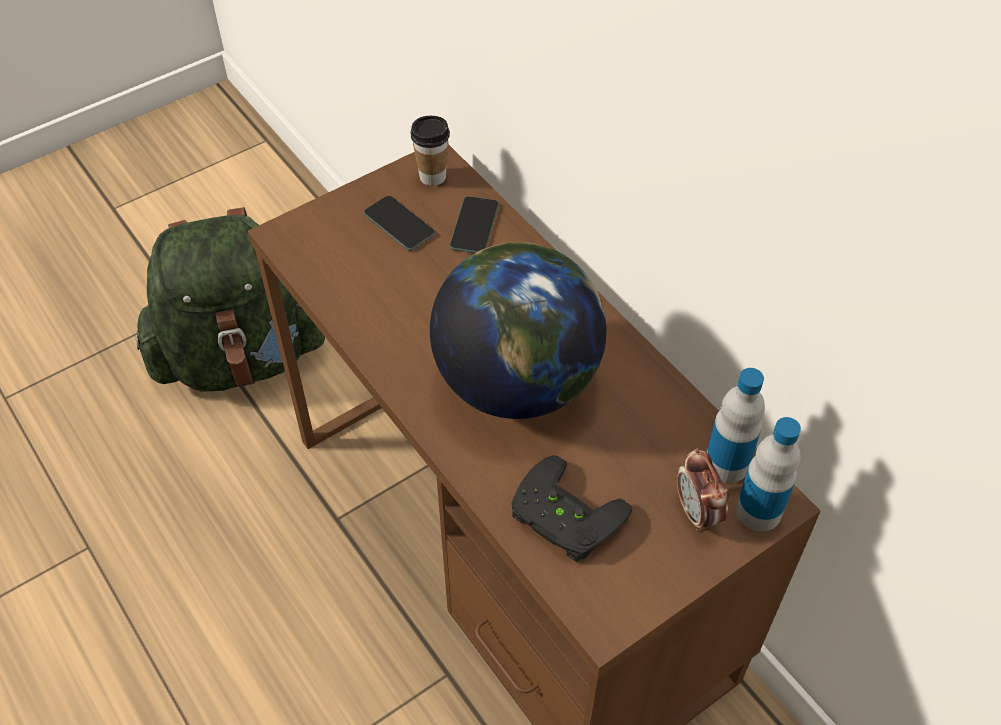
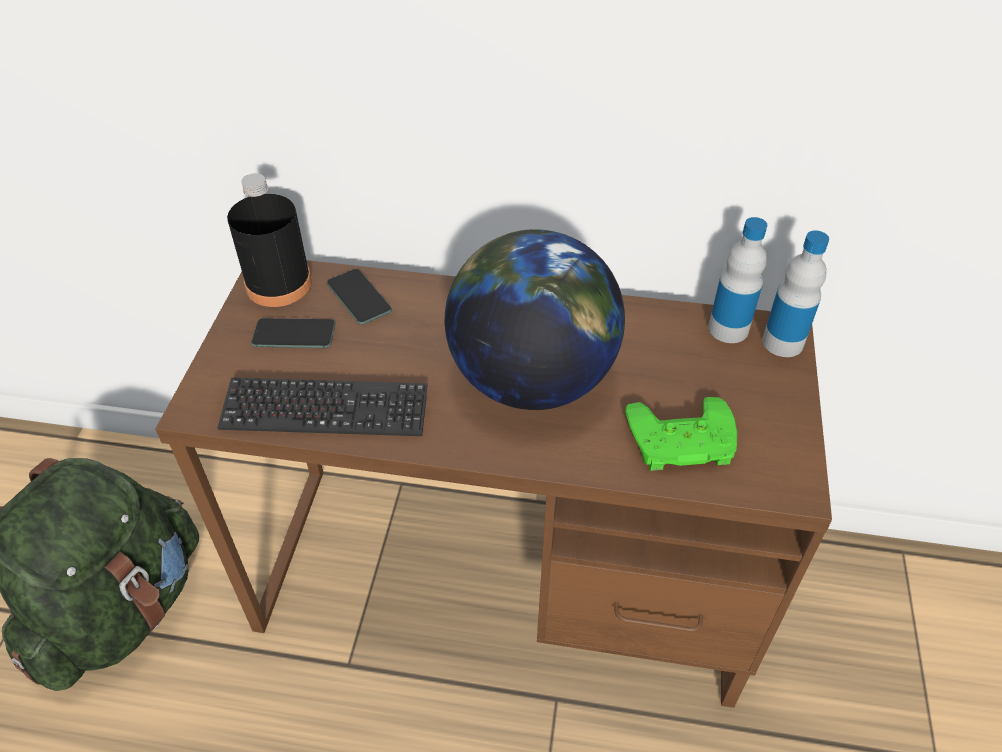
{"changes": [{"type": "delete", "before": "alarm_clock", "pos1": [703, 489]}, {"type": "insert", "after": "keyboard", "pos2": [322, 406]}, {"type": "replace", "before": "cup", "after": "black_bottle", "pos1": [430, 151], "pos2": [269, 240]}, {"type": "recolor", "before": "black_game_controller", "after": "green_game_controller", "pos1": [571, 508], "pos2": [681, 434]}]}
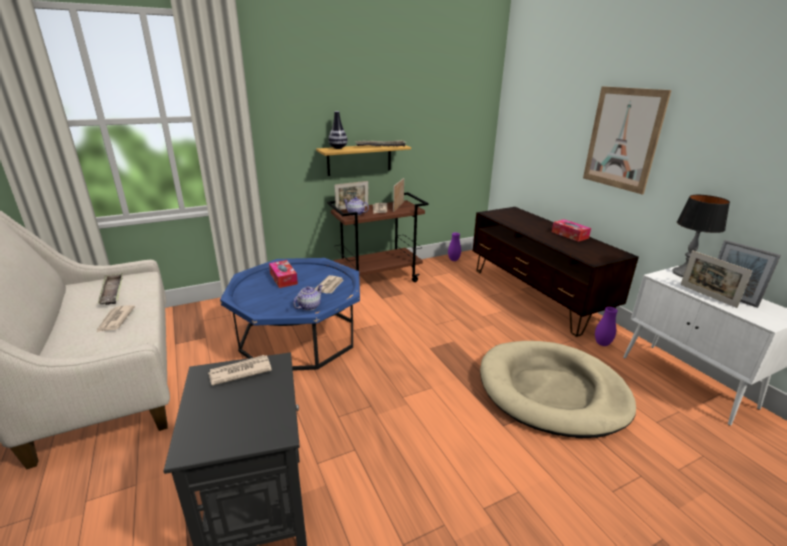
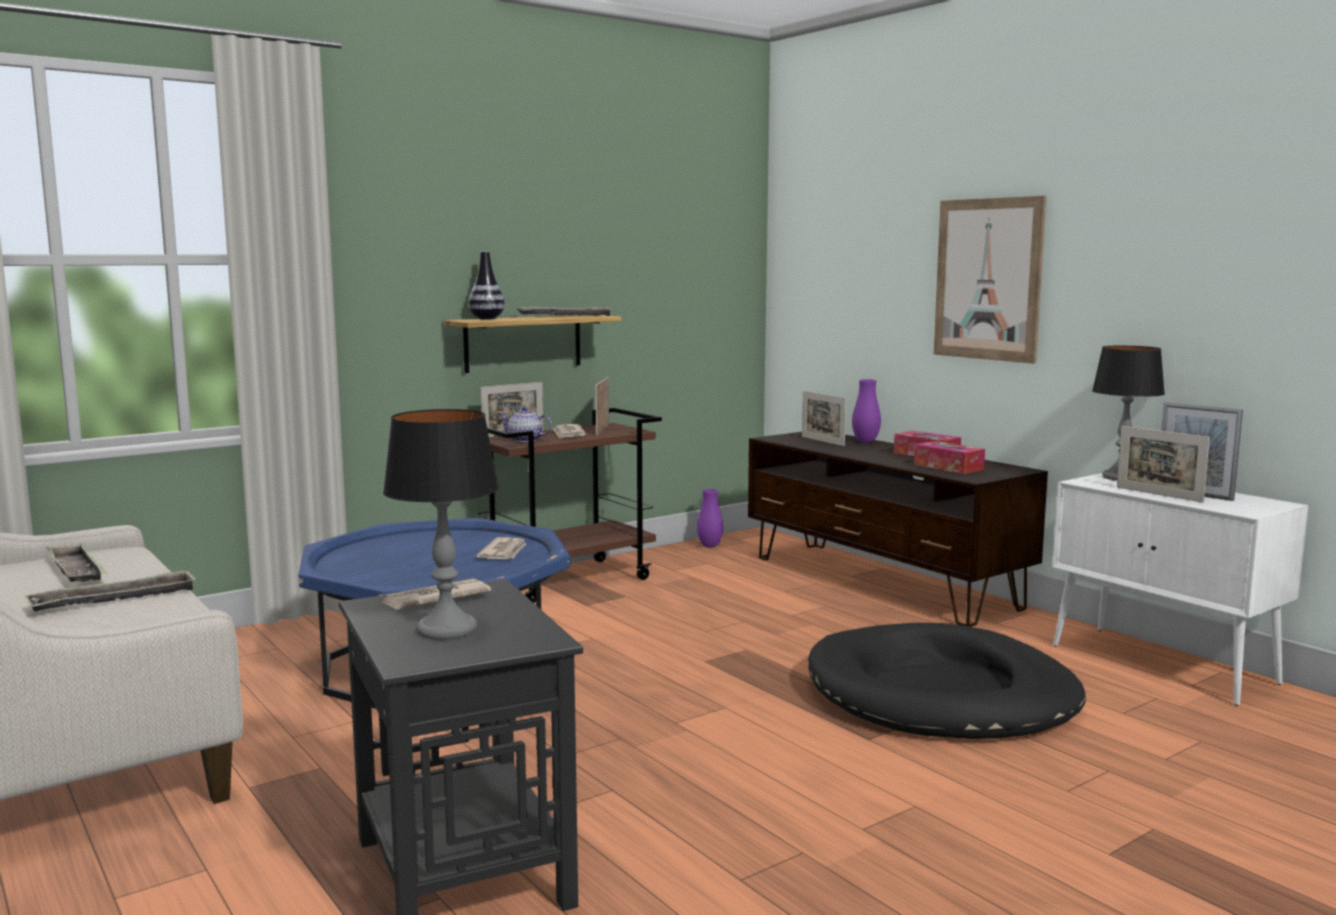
{"changes": [{"type": "delete", "before": "teapot", "pos1": [308, 298]}, {"type": "insert", "after": "table_lamp", "pos2": [441, 524]}, {"type": "insert", "after": "picture_frame", "pos2": [824, 418]}, {"type": "move", "before": "tissue_box", "pos1": [283, 274], "pos2": [949, 457]}, {"type": "move", "before": "purple_vase", "pos1": [606, 326], "pos2": [866, 411]}, {"type": "replace", "before": "newspaper", "after": "tray", "pos1": [115, 319], "pos2": [111, 590]}, {"type": "recolor", "before": "beige_dog_bed", "after": "black_dog_bed", "pos1": [558, 389], "pos2": [947, 681]}]}
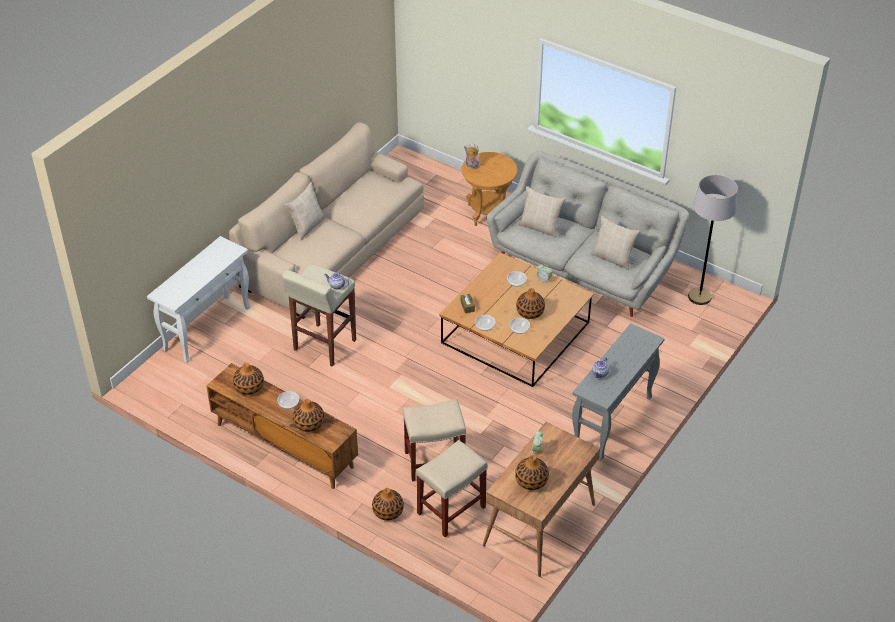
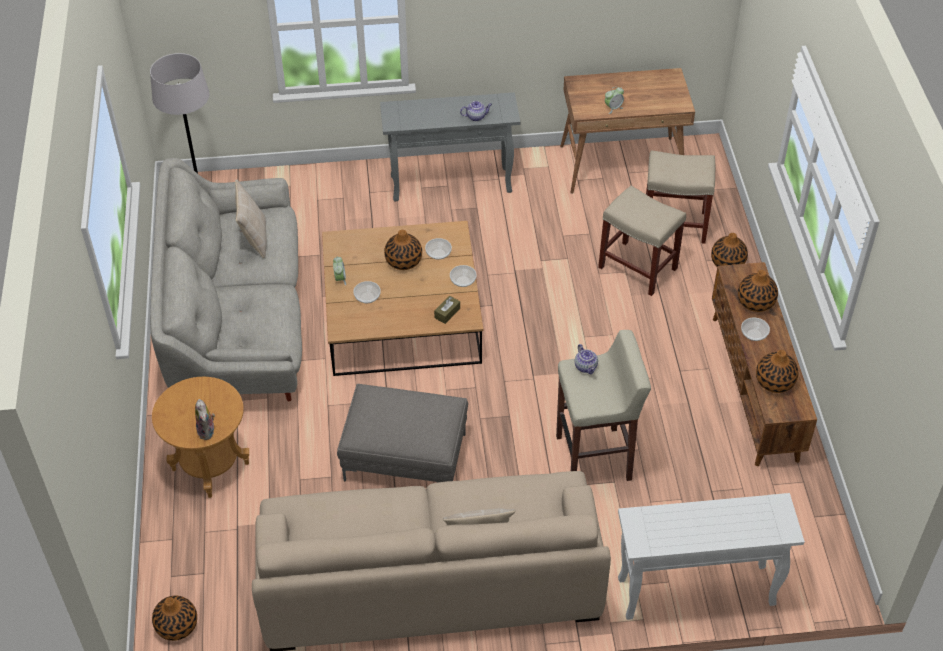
{"changes": [{"type": "delete", "before": "beige_pillow", "pos1": [541, 212]}, {"type": "insert", "after": "grey_ottoman", "pos2": [402, 433]}, {"type": "move", "before": "vase", "pos1": [532, 472], "pos2": [174, 618]}]}
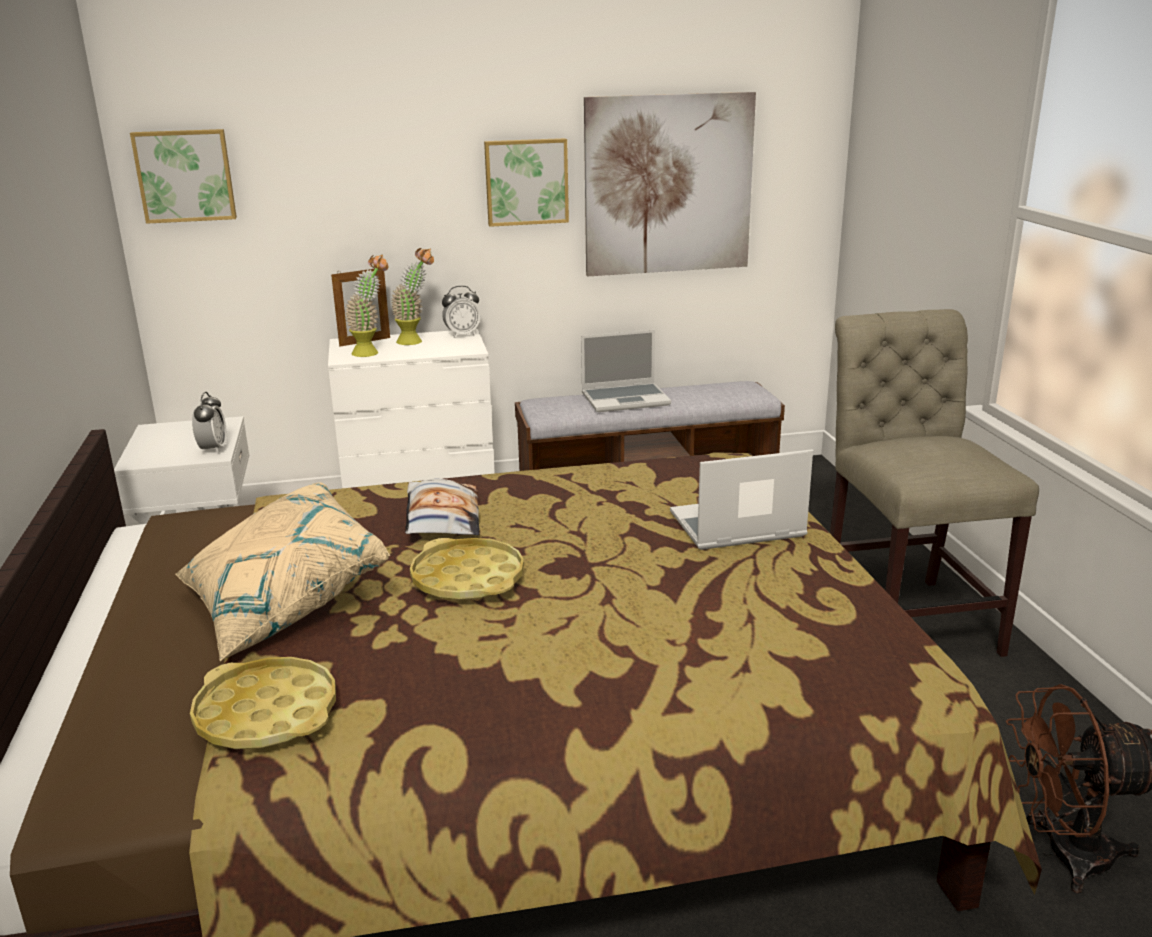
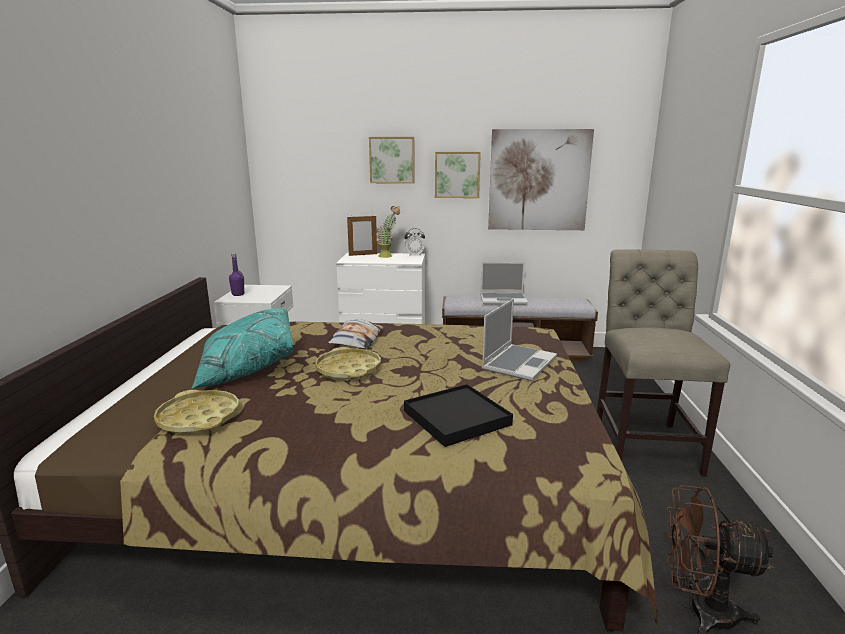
{"changes": [{"type": "delete", "before": "alarm_clock", "pos1": [209, 423]}, {"type": "delete", "before": "potted_plant", "pos1": [366, 306]}, {"type": "insert", "after": "purple_bottle", "pos2": [236, 274]}, {"type": "insert", "after": "black_tray", "pos2": [458, 415]}, {"type": "move", "before": "picture", "pos1": [183, 176], "pos2": [392, 160]}, {"type": "recolor", "before": "beige_pillow", "after": "turquoise_pillow", "pos1": [282, 571], "pos2": [242, 348]}, {"type": "rotate", "before": "laptop", "pos1": [741, 499], "pos2": [519, 340], "turn": 120}]}
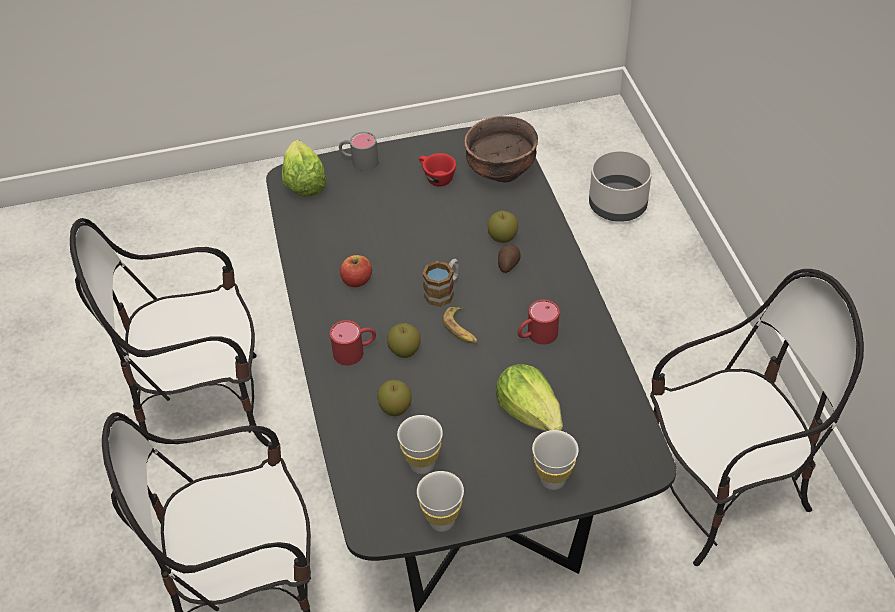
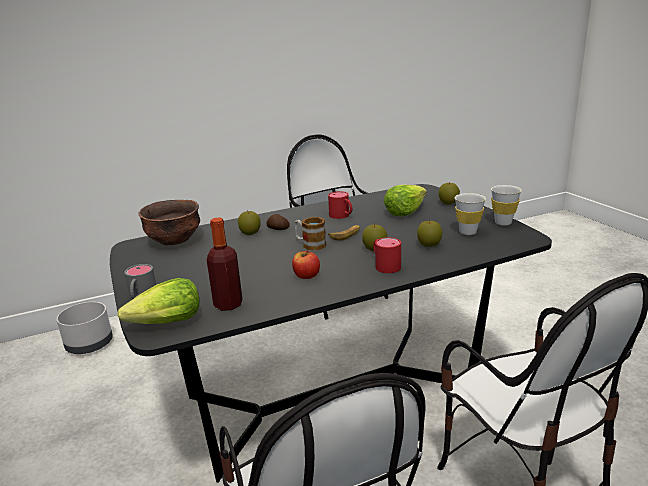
{"changes": [{"type": "delete", "before": "red_cup", "pos1": [437, 170]}, {"type": "insert", "after": "bottle", "pos2": [224, 264]}, {"type": "replace", "before": "white_cup", "after": "apple", "pos1": [555, 460], "pos2": [449, 193]}]}
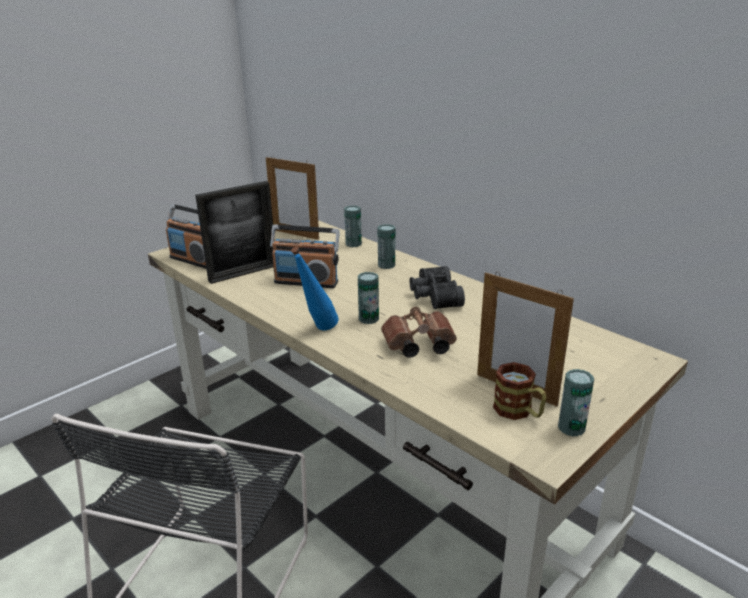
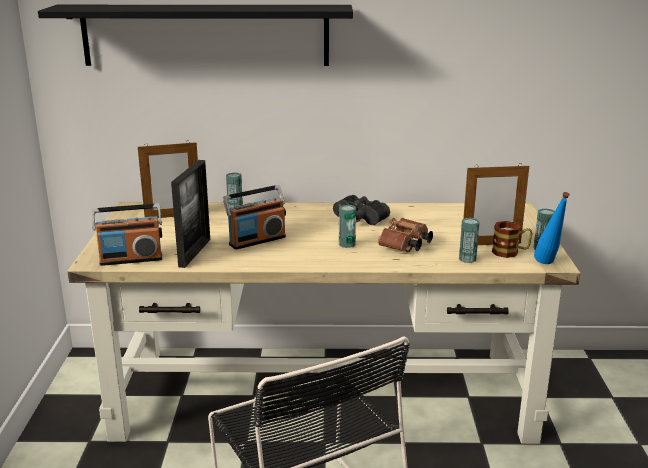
{"changes": [{"type": "insert", "after": "black_shelf", "pos2": [195, 35]}, {"type": "move", "before": "blue_bottle", "pos1": [315, 288], "pos2": [552, 228]}, {"type": "move", "before": "can", "pos1": [386, 246], "pos2": [469, 240]}]}
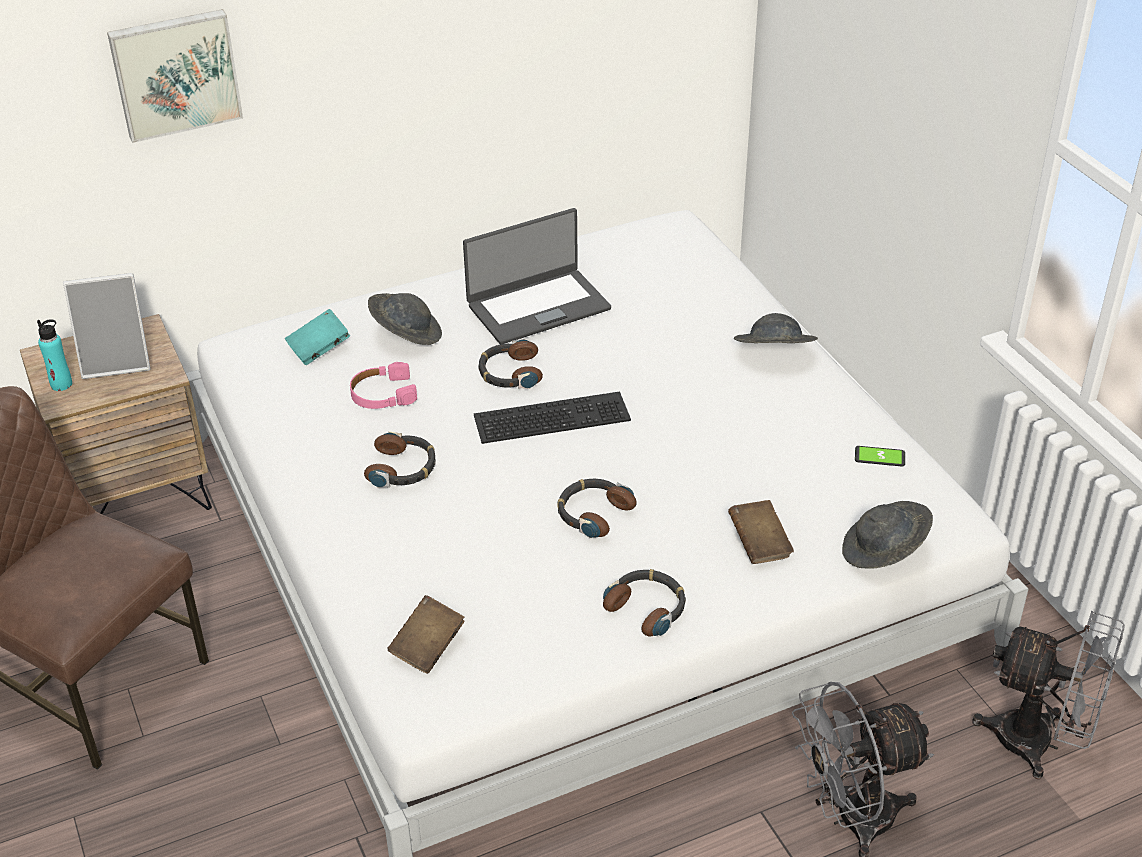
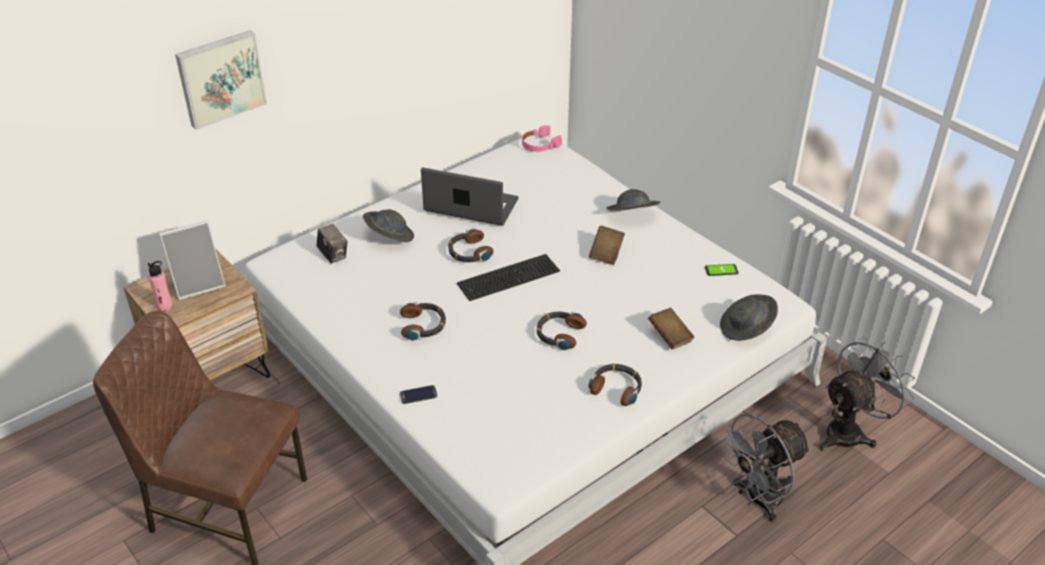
{"changes": [{"type": "insert", "after": "phone", "pos2": [418, 394]}, {"type": "move", "before": "pink_headphones", "pos1": [383, 385], "pos2": [542, 138]}, {"type": "move", "before": "brown_book", "pos1": [425, 634], "pos2": [607, 245]}, {"type": "replace", "before": "turquoise_book", "after": "photo_camera", "pos1": [317, 337], "pos2": [332, 244]}, {"type": "recolor", "before": "turquoise_bottle", "after": "pink_bottle", "pos1": [54, 355], "pos2": [160, 286]}, {"type": "rotate", "before": "laptop", "pos1": [537, 276], "pos2": [470, 196], "turn": -120}, {"type": "rotate", "before": "grey_fan", "pos1": [1048, 695], "pos2": [867, 394], "turn": -45}]}
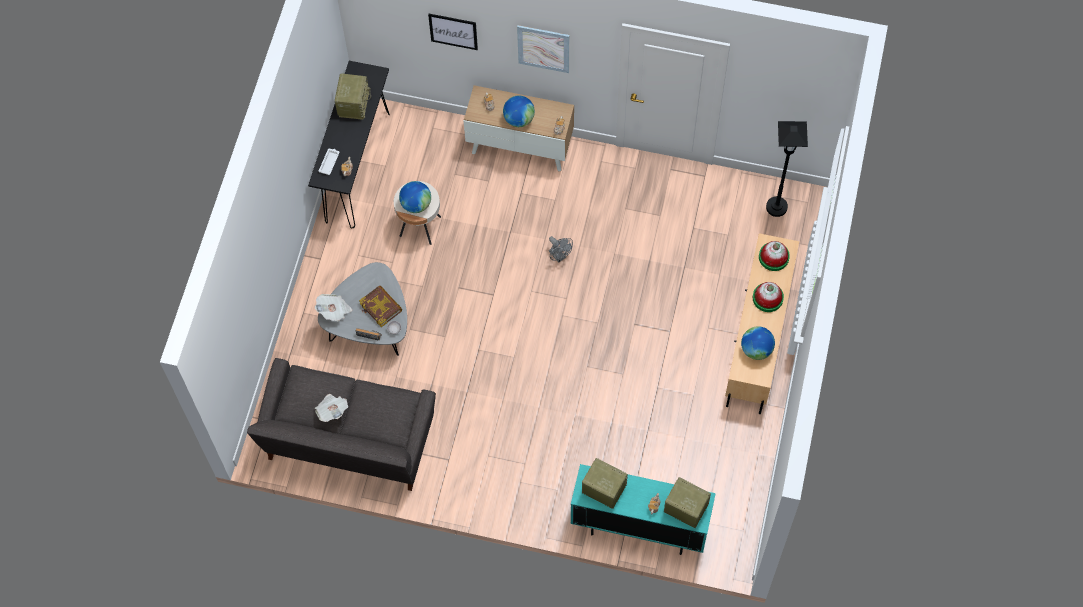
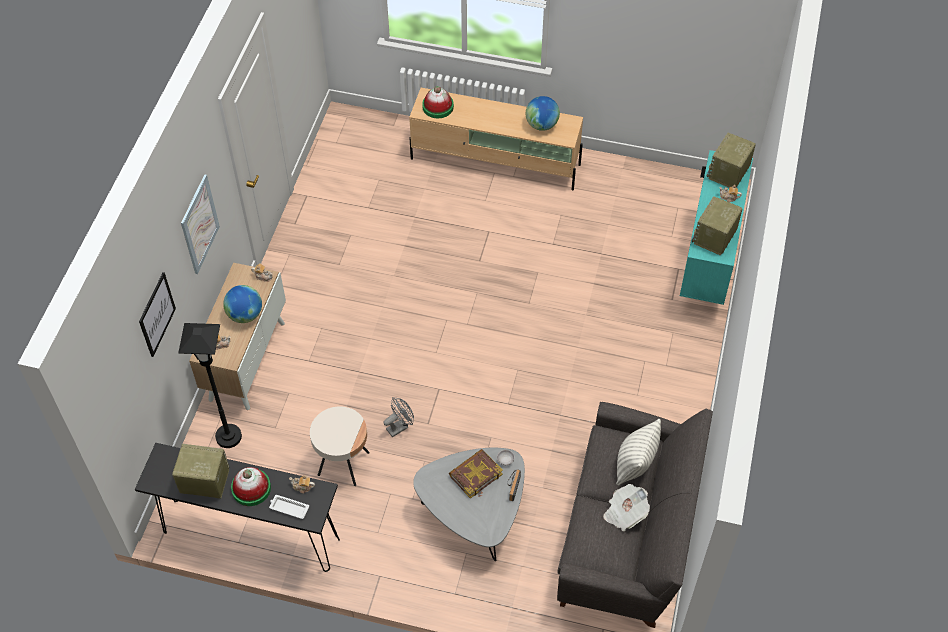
{"changes": [{"type": "delete", "before": "newspaper", "pos1": [333, 307]}, {"type": "delete", "before": "globe", "pos1": [415, 197]}, {"type": "insert", "after": "pillow", "pos2": [638, 452]}, {"type": "move", "before": "grey_fan", "pos1": [561, 249], "pos2": [398, 417]}, {"type": "move", "before": "hat", "pos1": [768, 297], "pos2": [251, 486]}, {"type": "move", "before": "black_floor_lamp", "pos1": [787, 169], "pos2": [210, 385]}]}
